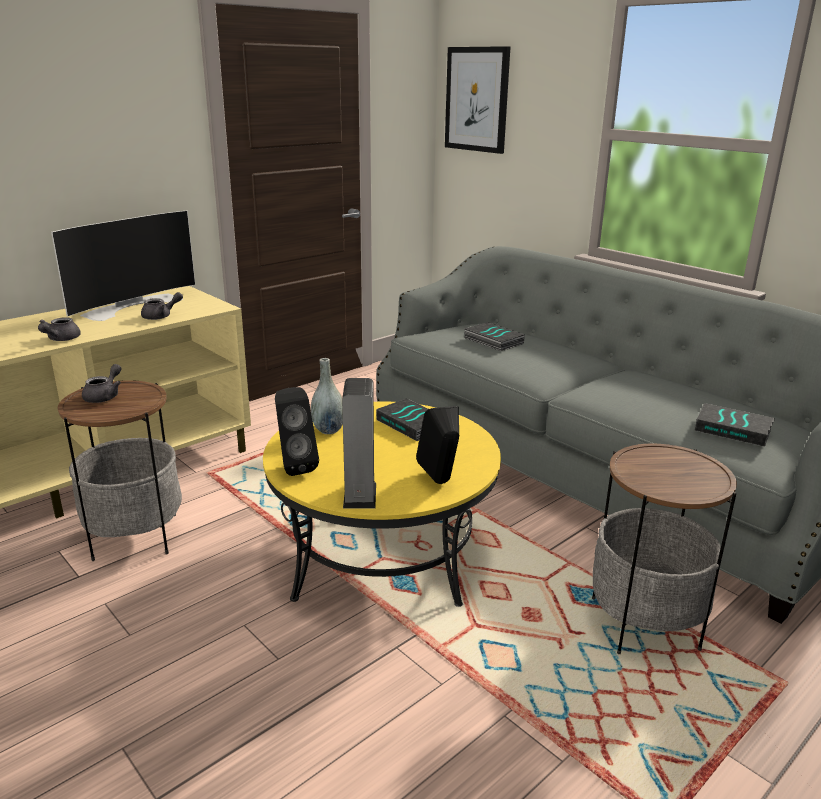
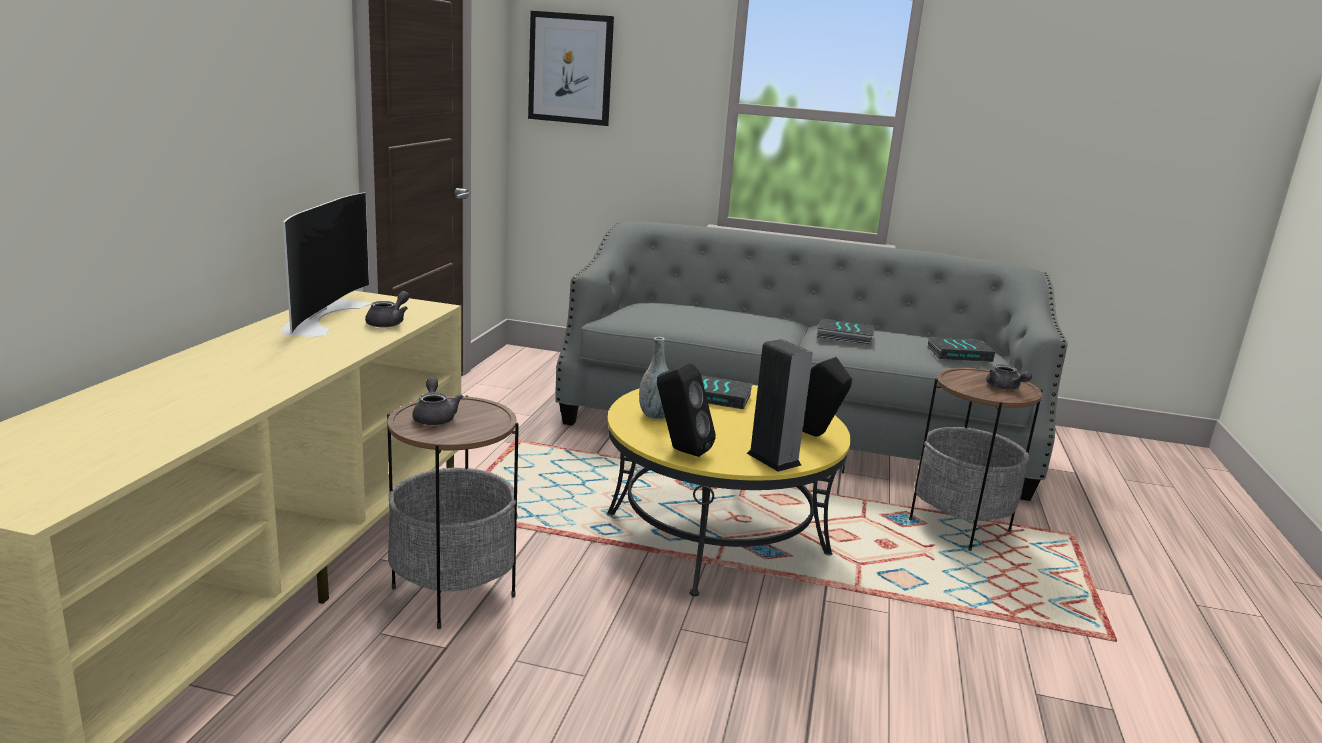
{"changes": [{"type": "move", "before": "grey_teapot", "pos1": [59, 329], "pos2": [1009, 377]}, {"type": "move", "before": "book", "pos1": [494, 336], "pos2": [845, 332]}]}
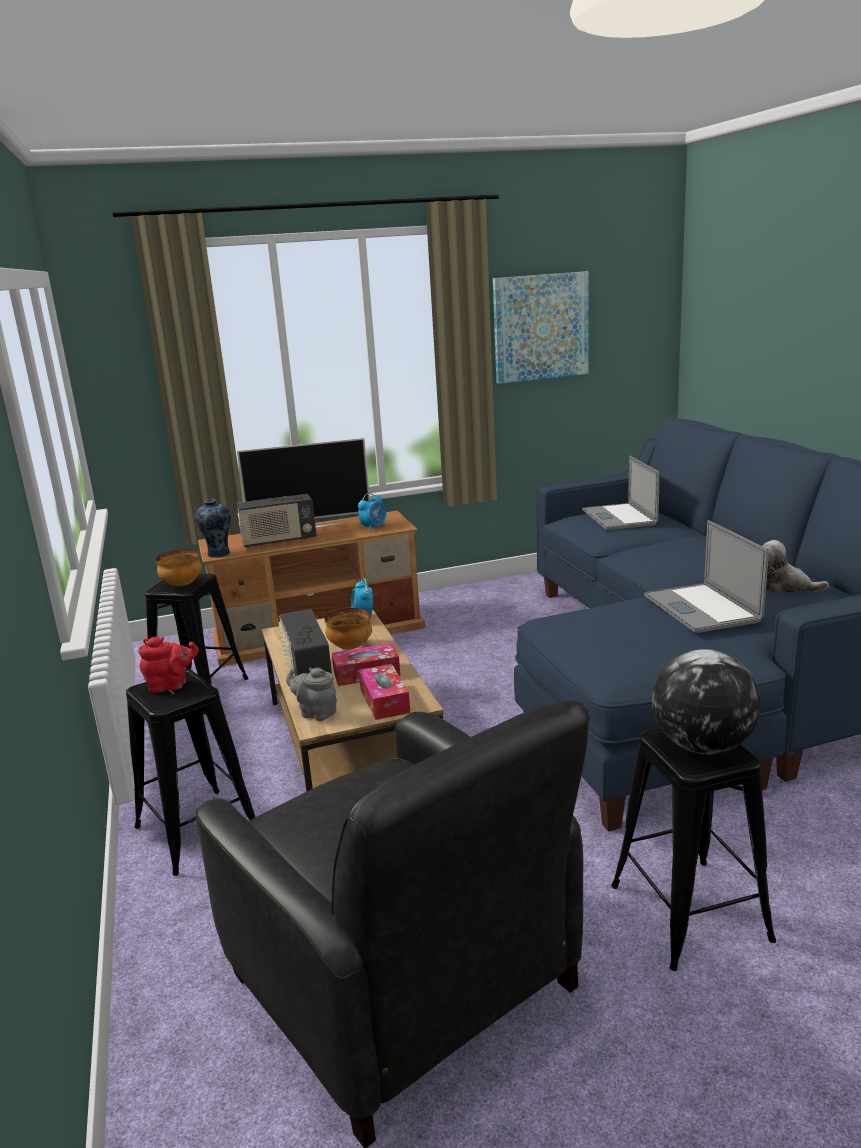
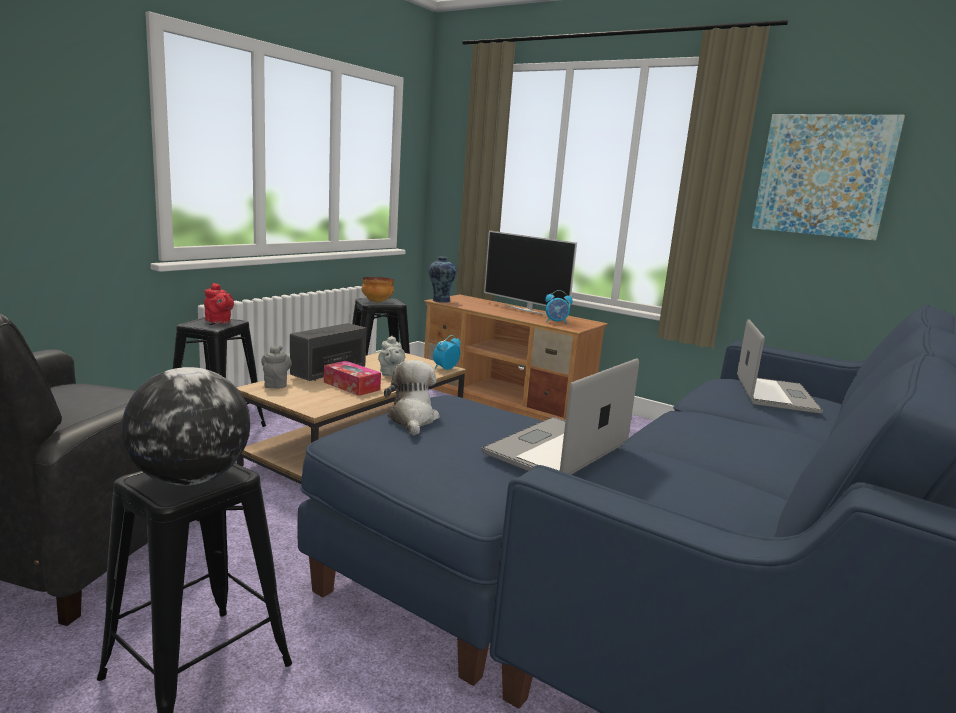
{"changes": [{"type": "delete", "before": "radio", "pos1": [276, 520]}, {"type": "delete", "before": "tissue_box", "pos1": [384, 692]}, {"type": "move", "before": "plush_toy", "pos1": [795, 566], "pos2": [412, 397]}, {"type": "replace", "before": "bowl", "after": "grey_teapot", "pos1": [348, 628], "pos2": [391, 356]}, {"type": "rotate", "before": "laptop", "pos1": [621, 493], "pos2": [780, 366], "turn": 150}]}
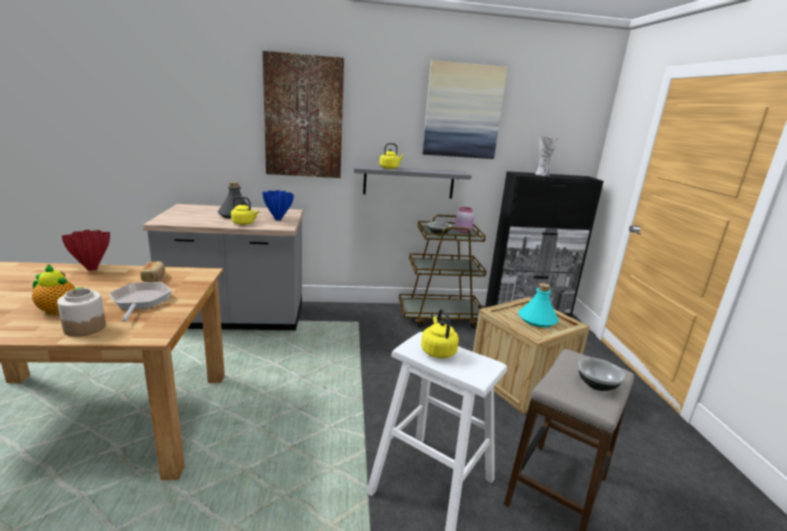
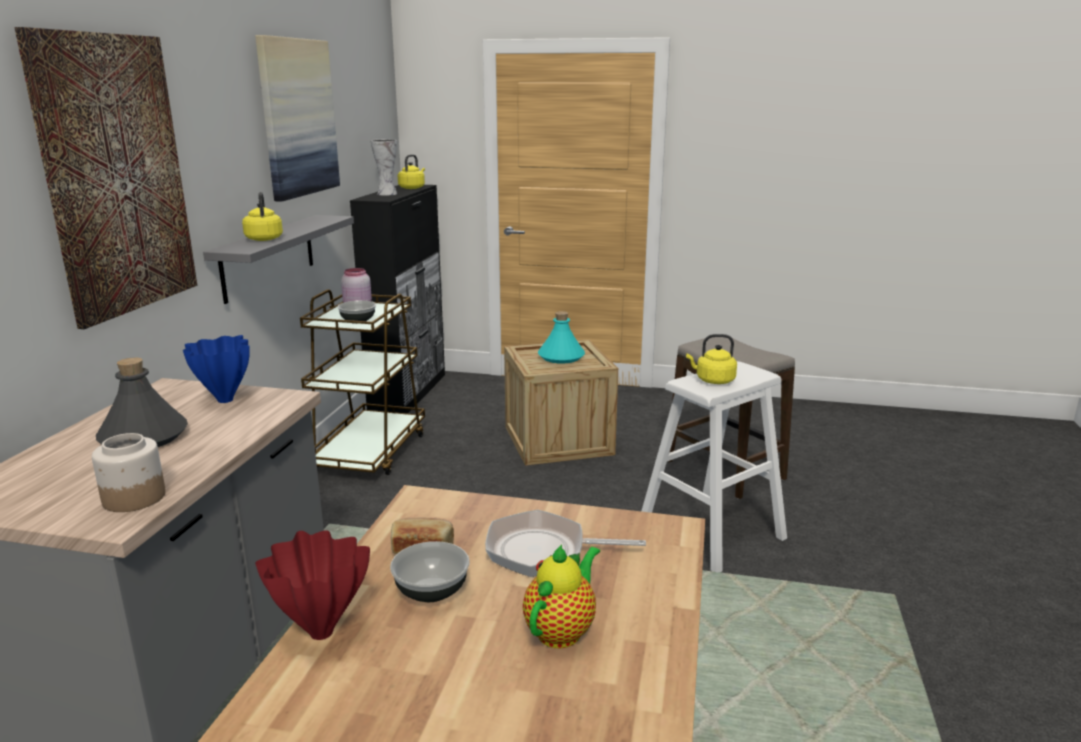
{"changes": [{"type": "move", "before": "jar", "pos1": [81, 312], "pos2": [129, 472]}, {"type": "move", "before": "yellow_kettle", "pos1": [245, 210], "pos2": [411, 171]}, {"type": "move", "before": "bowl", "pos1": [601, 374], "pos2": [430, 571]}]}
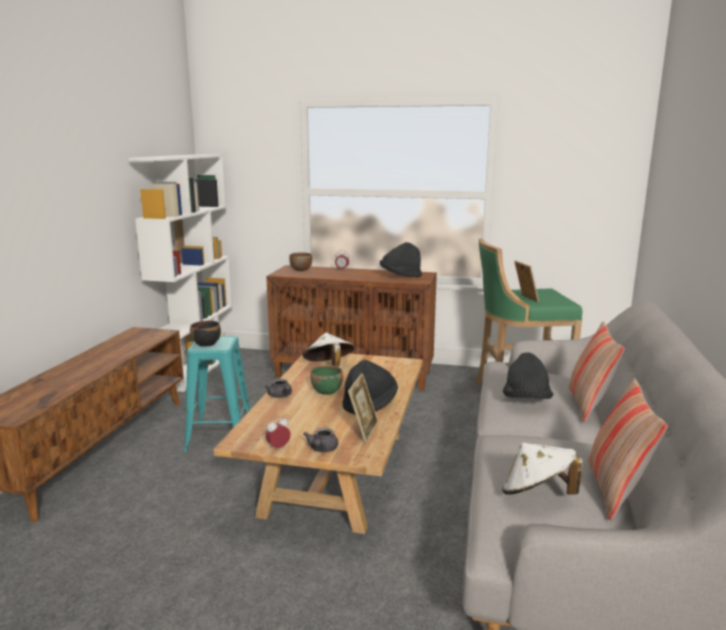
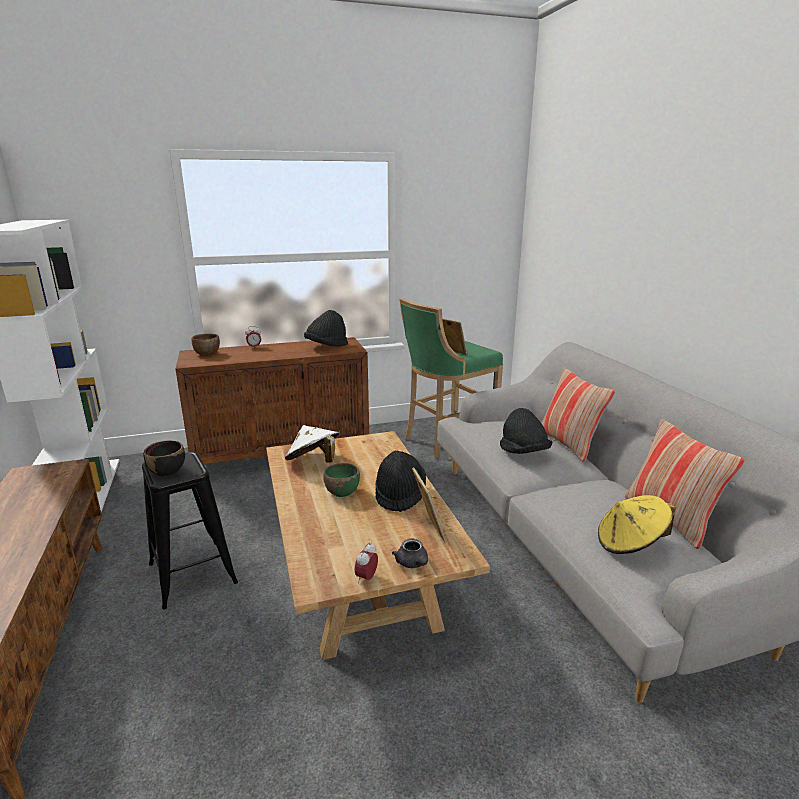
{"changes": [{"type": "delete", "before": "grey_teapot", "pos1": [278, 388]}, {"type": "recolor", "before": "turquoise_stool", "after": "black_stool", "pos1": [217, 394], "pos2": [190, 531]}, {"type": "recolor", "before": "white_hat", "after": "yellow_hat", "pos1": [542, 469], "pos2": [636, 524]}]}
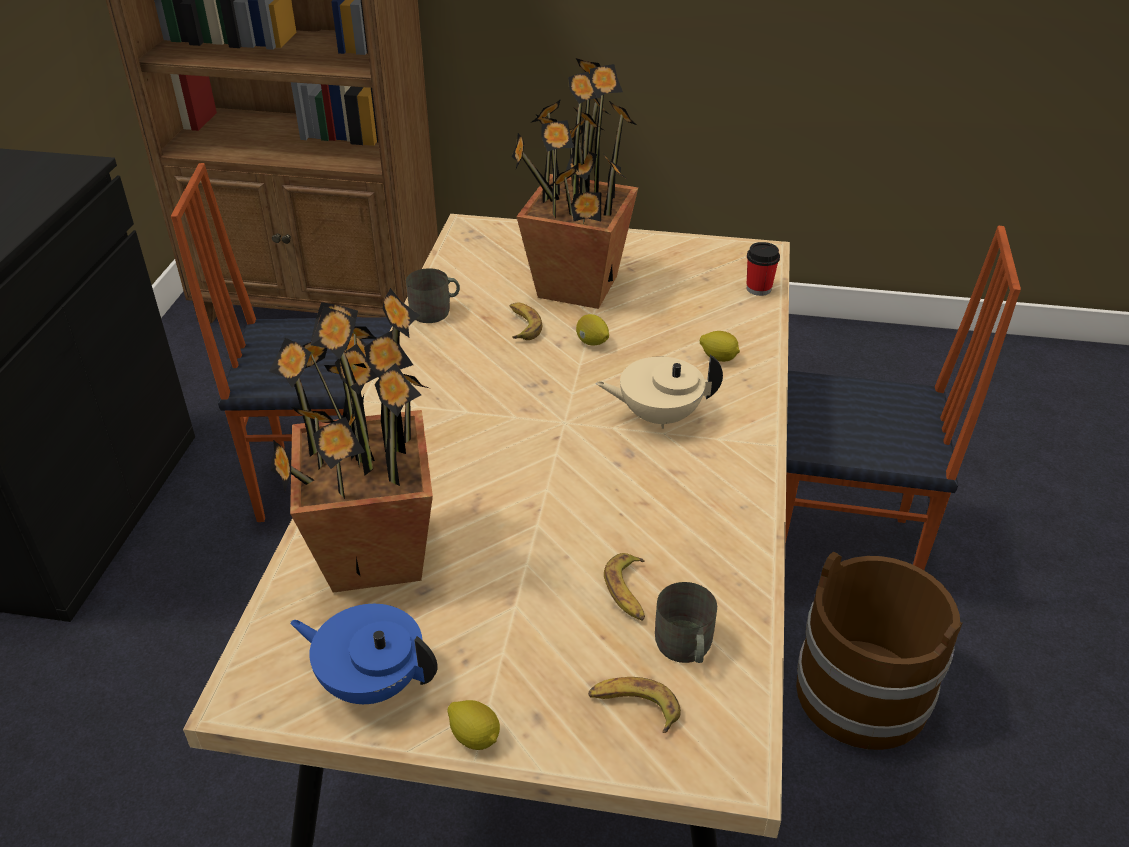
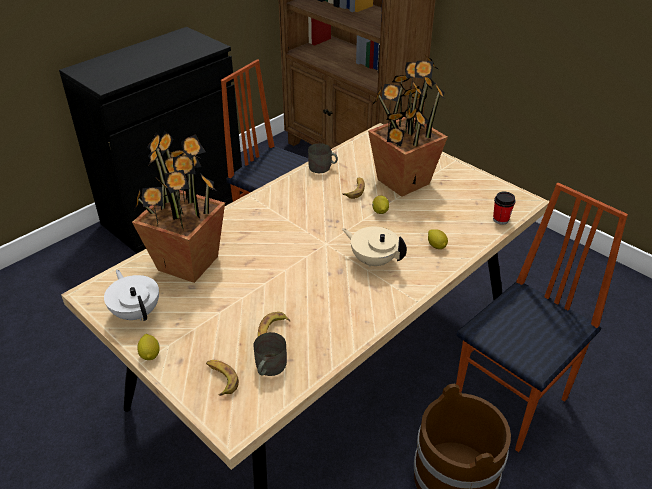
{"changes": [{"type": "recolor", "before": "blue_teapot", "after": "white_teapot", "pos1": [364, 654], "pos2": [131, 295]}, {"type": "rotate", "before": "chair", "pos1": [903, 398], "pos2": [542, 317], "turn": -90}]}
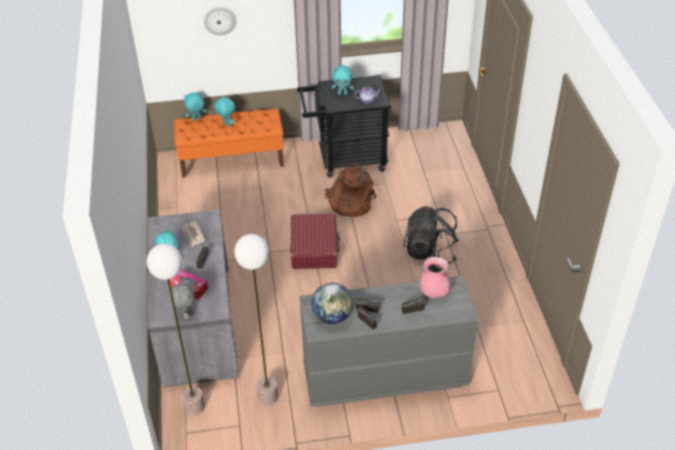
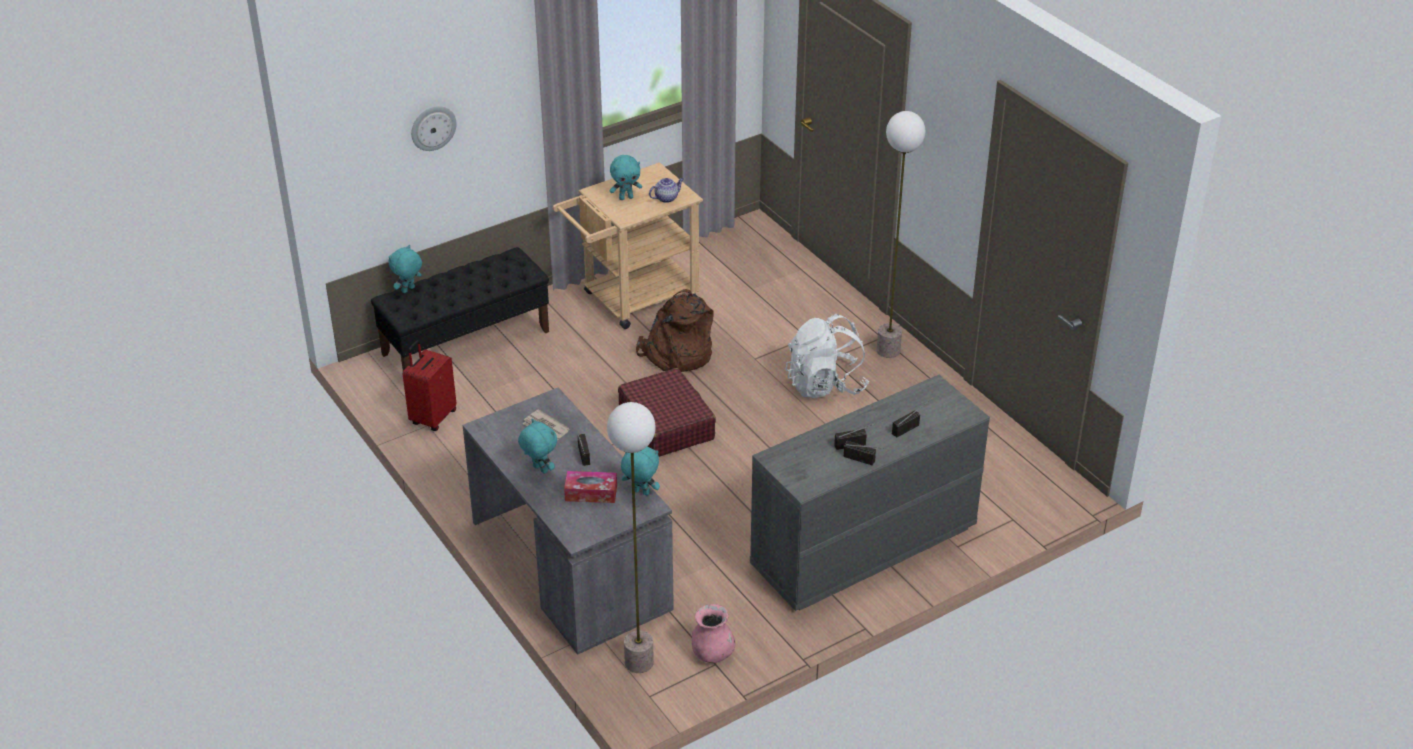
{"changes": [{"type": "delete", "before": "grey_plush_toy", "pos1": [182, 300]}, {"type": "delete", "before": "globe", "pos1": [332, 303]}, {"type": "insert", "after": "red_suitcase", "pos2": [429, 385]}, {"type": "move", "before": "turquoise_plush_toy", "pos1": [224, 110], "pos2": [640, 471]}, {"type": "move", "before": "floor_lamp", "pos1": [256, 319], "pos2": [901, 234]}, {"type": "move", "before": "pink_vase", "pos1": [435, 277], "pos2": [713, 633]}, {"type": "recolor", "before": "orange_bench", "after": "black_bench", "pos1": [229, 143], "pos2": [460, 309]}, {"type": "recolor", "before": "black_cart", "after": "beige_cart", "pos1": [344, 126], "pos2": [628, 245]}, {"type": "recolor", "before": "black_backpack", "after": "white_backpack", "pos1": [431, 235], "pos2": [827, 356]}]}
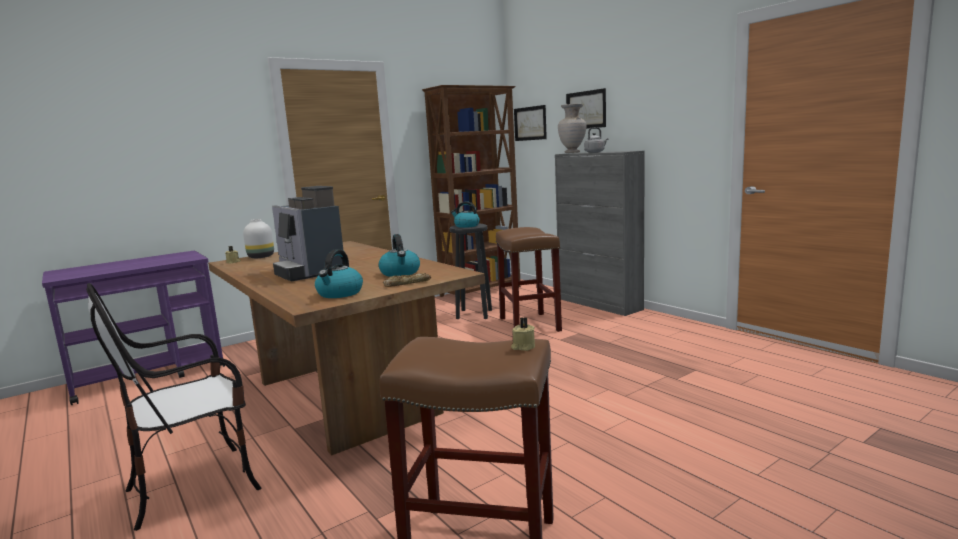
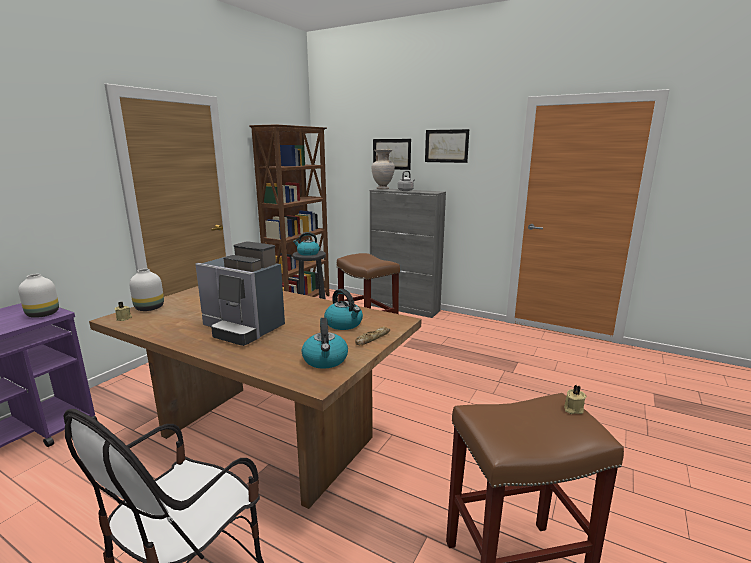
{"changes": [{"type": "insert", "after": "white_vase", "pos2": [38, 296]}, {"type": "move", "before": "picture", "pos1": [530, 123], "pos2": [447, 146]}]}
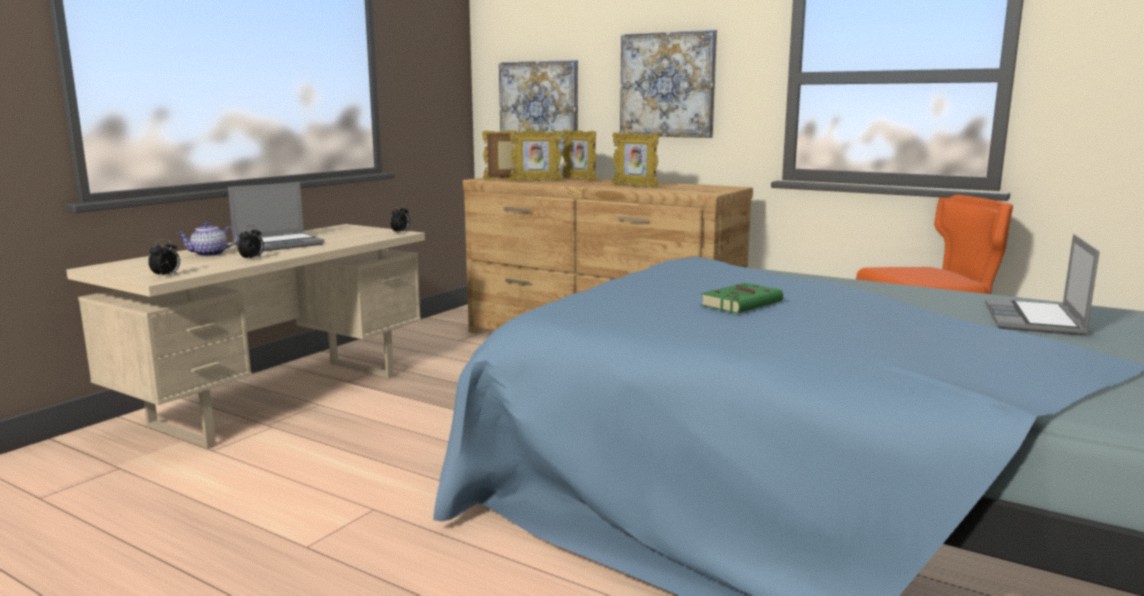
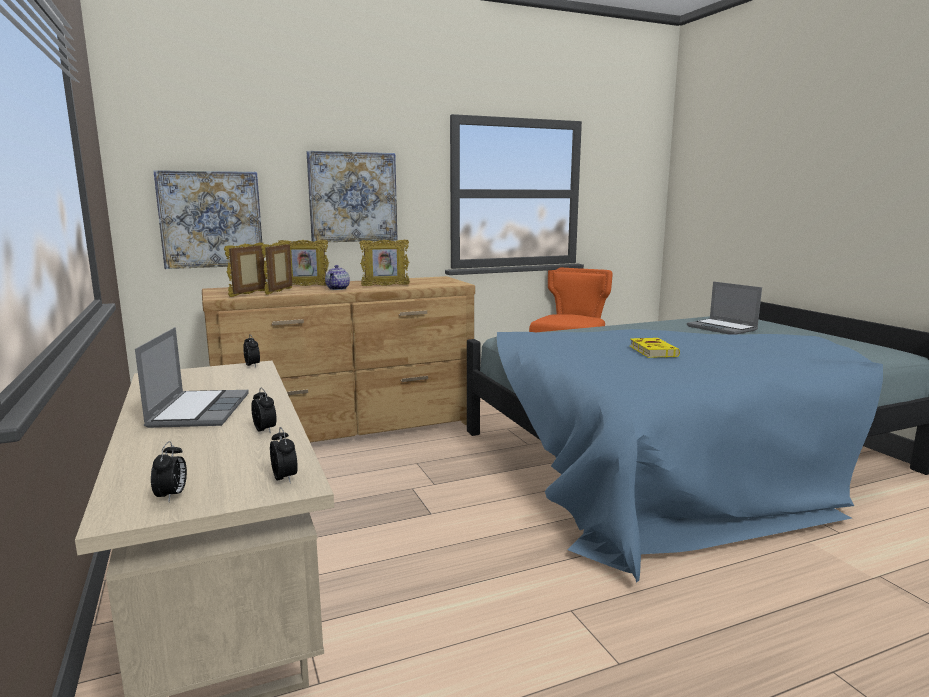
{"changes": [{"type": "insert", "after": "alarm_clock", "pos2": [169, 471]}, {"type": "move", "before": "teapot", "pos1": [207, 239], "pos2": [337, 277]}, {"type": "recolor", "before": "green_book", "after": "yellow_book", "pos1": [741, 298], "pos2": [655, 348]}, {"type": "rotate", "before": "picture_frame", "pos1": [535, 155], "pos2": [276, 268], "turn": 150}]}
